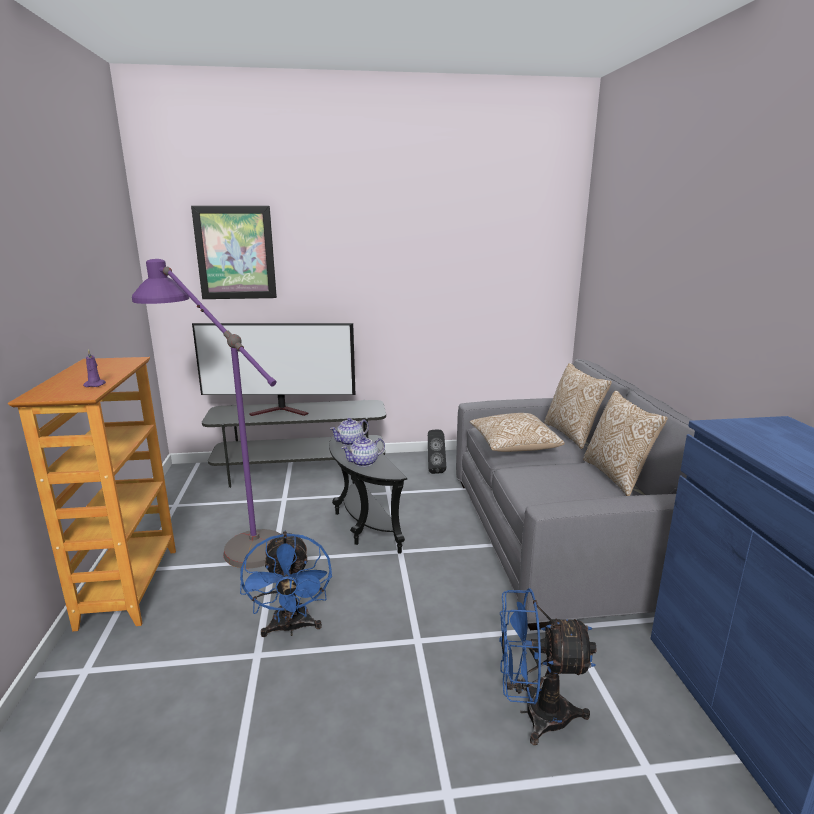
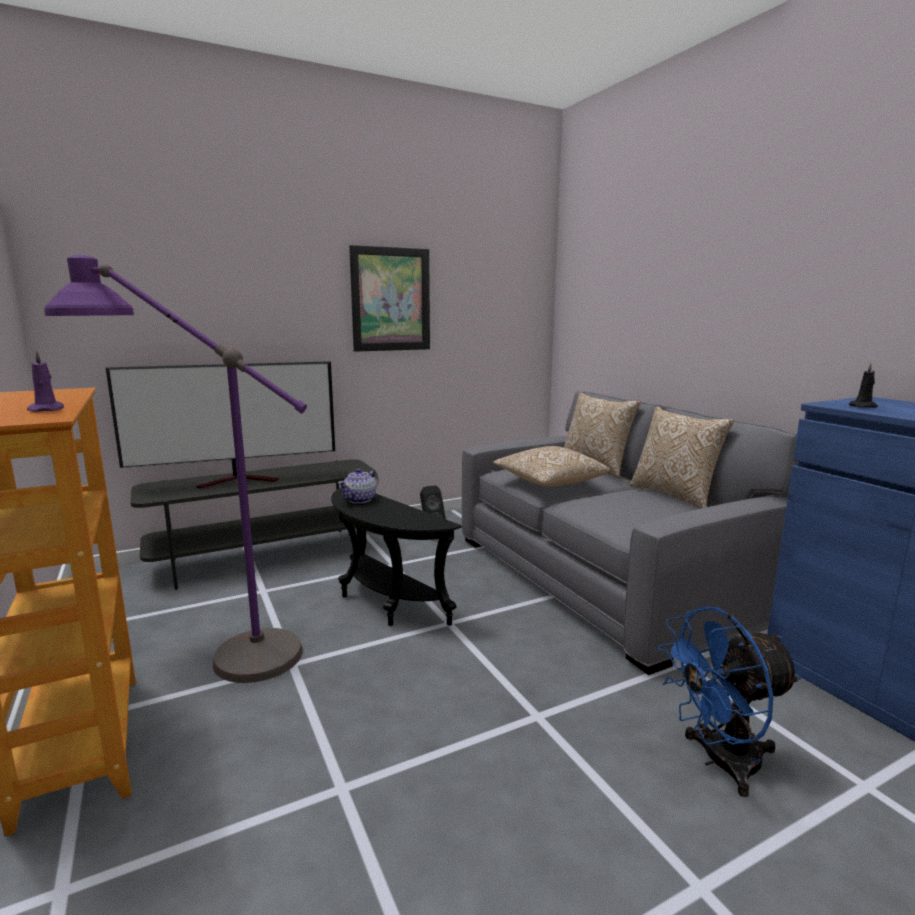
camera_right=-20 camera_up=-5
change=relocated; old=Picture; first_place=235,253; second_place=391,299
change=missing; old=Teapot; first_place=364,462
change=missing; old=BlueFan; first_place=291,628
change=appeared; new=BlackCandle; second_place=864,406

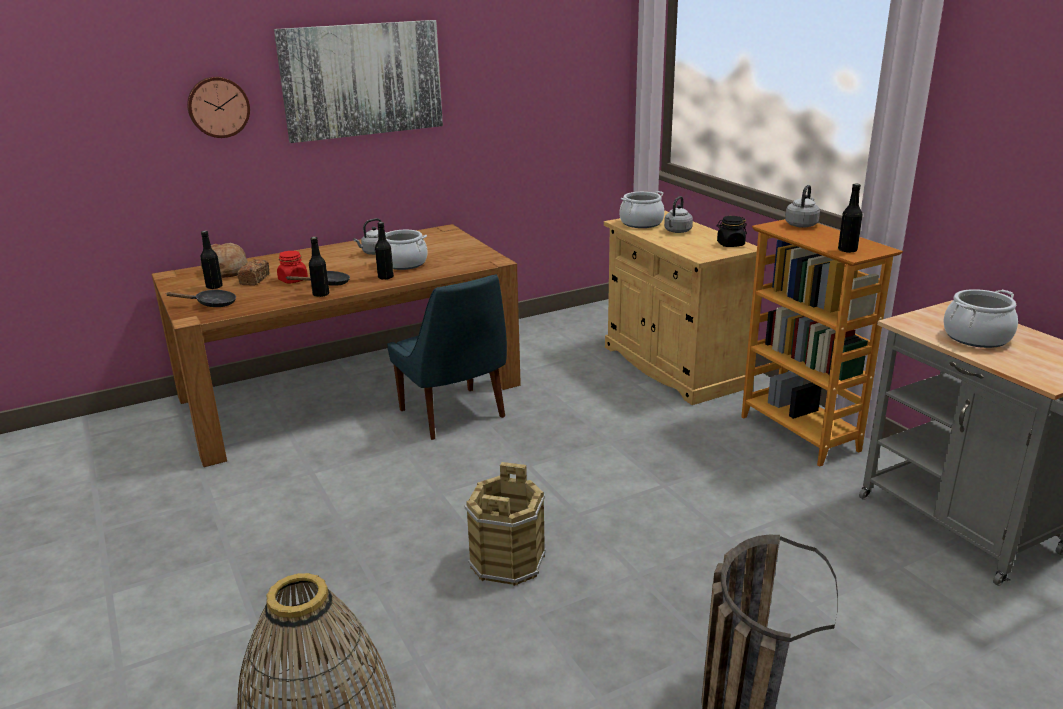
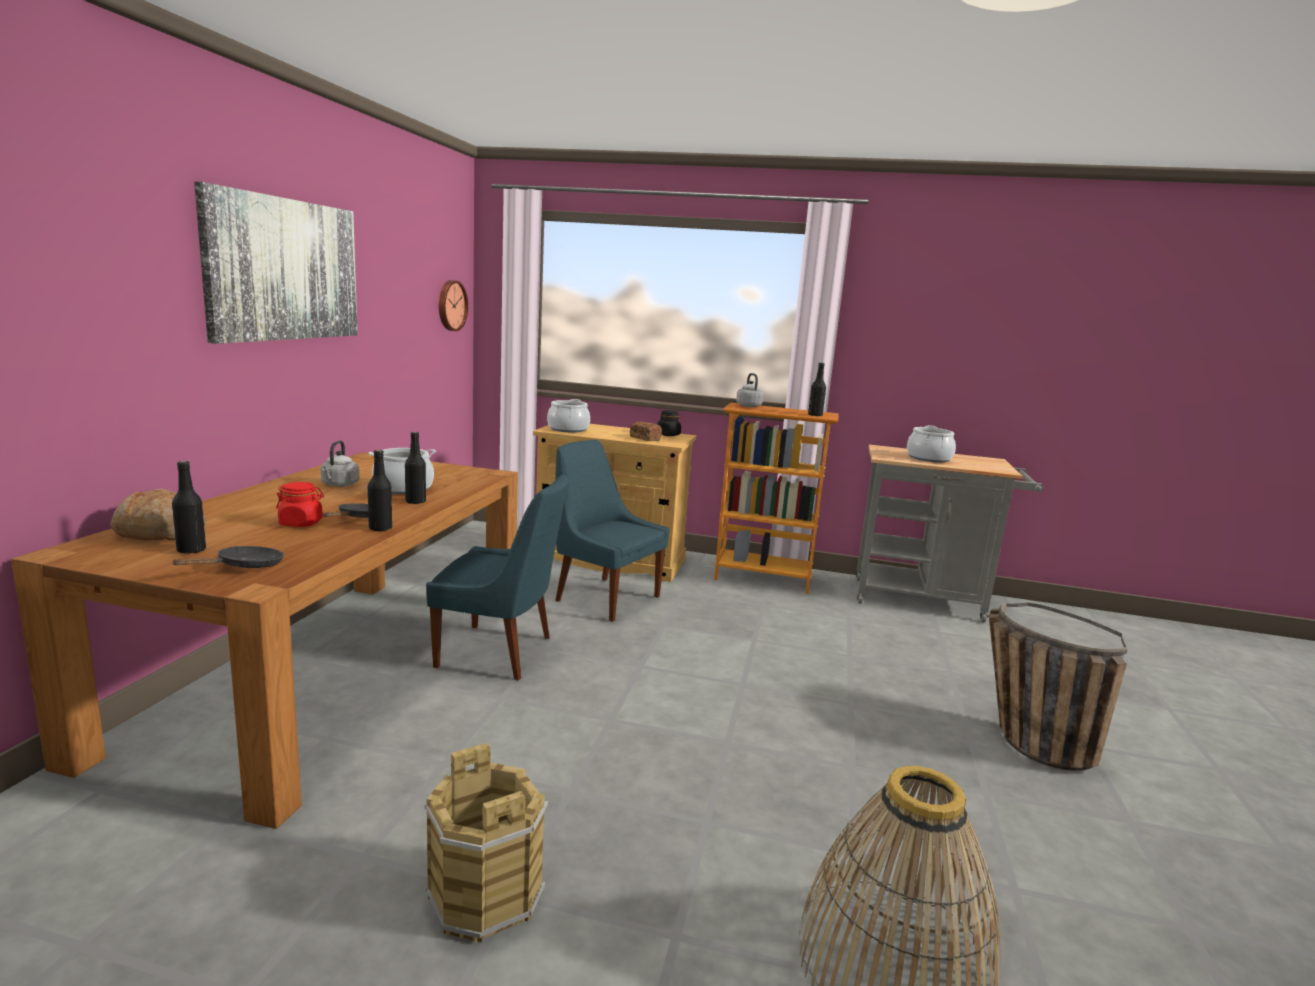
camera_right=-50 camera_up=-10
change=relocated; old=WallClock; first_place=218,107; second_place=450,305
change=missing; old=GreyKettle; first_place=677,231
change=relocated; old=Bread; first_place=254,279; second_place=645,438
change=relocated; old=BrownBucket; first_place=508,561; second_place=486,895
change=appeared; new=BlueChair; second_place=604,597

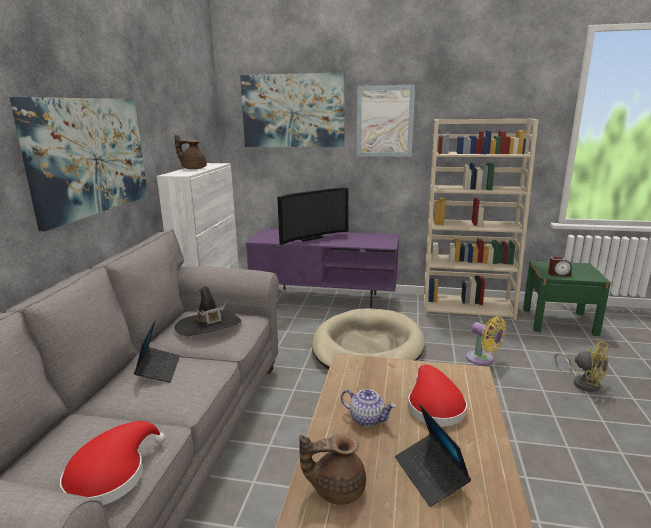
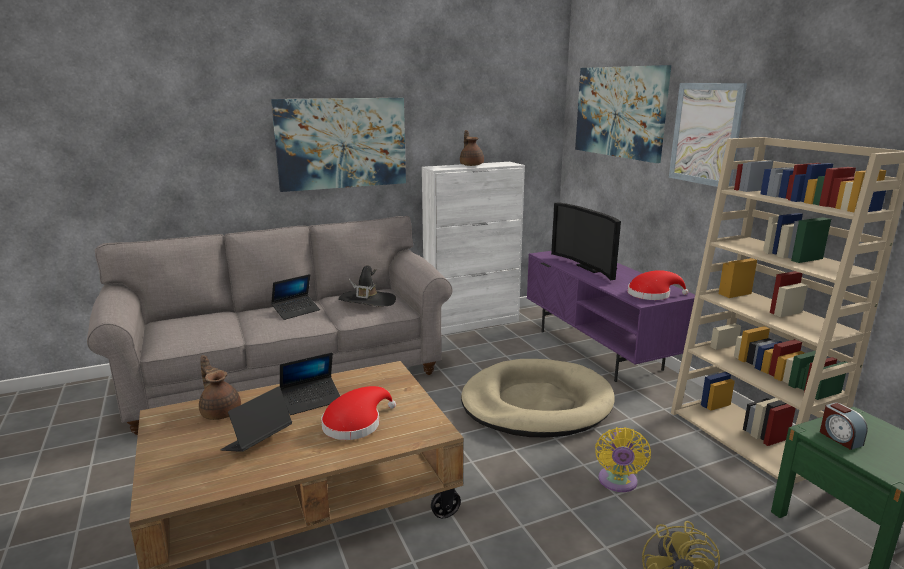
camera_right=55 camera_up=0
change=spun; old=Television; first_place=309,238; second_place=591,267; degrees=45
change=exchanged; old=Teapot; new=Laptop; first_place=367,419; second_place=311,400
change=relocated; old=RedHat; first_place=111,475; second_place=652,294

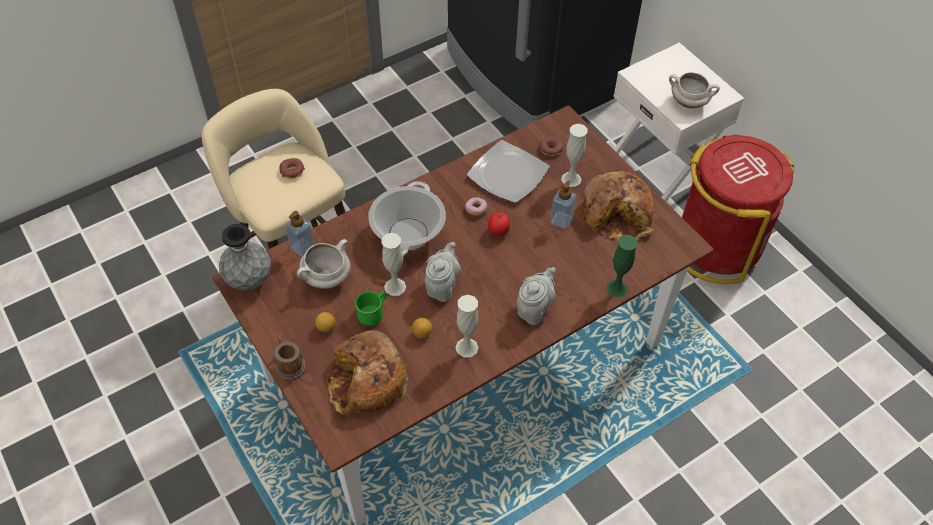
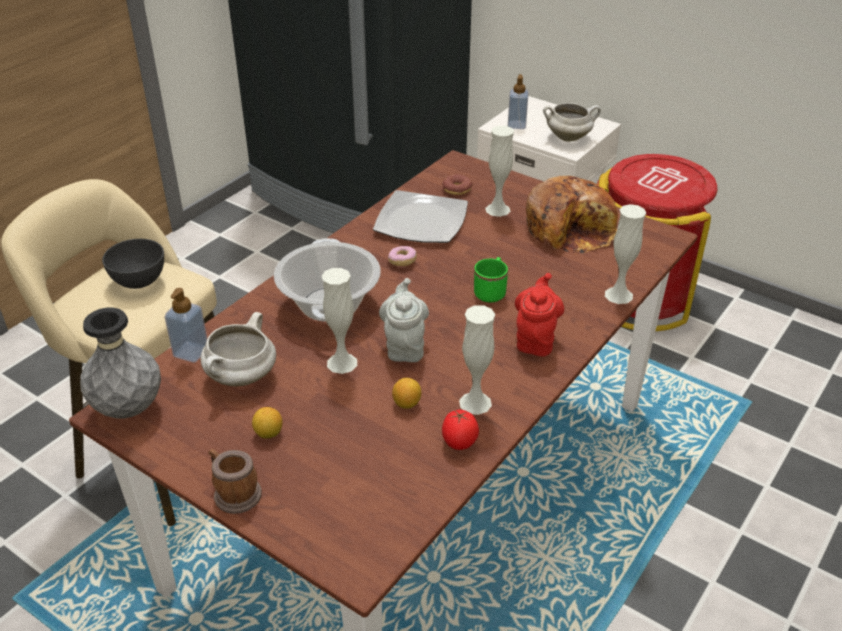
camera_right=-20 camera_up=-15
change=exchanged; old=Donut; new=GreyBowl; first_place=292,171; second_place=138,281
change=relocated; old=SoapDispenser; first_place=561,220; second_place=516,125
change=relocated; old=Tomato; first_place=498,231; second_place=459,443
change=colour; old=GreenVase; new=WhiteVase; first_place=616,288; second_place=618,295
change=colour; old=GreyTeapot; new=RedTeapot; first_place=534,309; second_place=535,340
change=relocated; old=GreenMug; first_place=373,314; second_place=491,291
change=missing; old=Bread; first_place=366,381

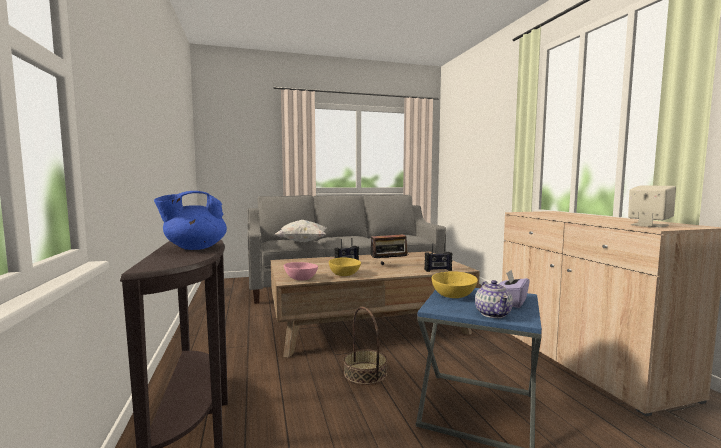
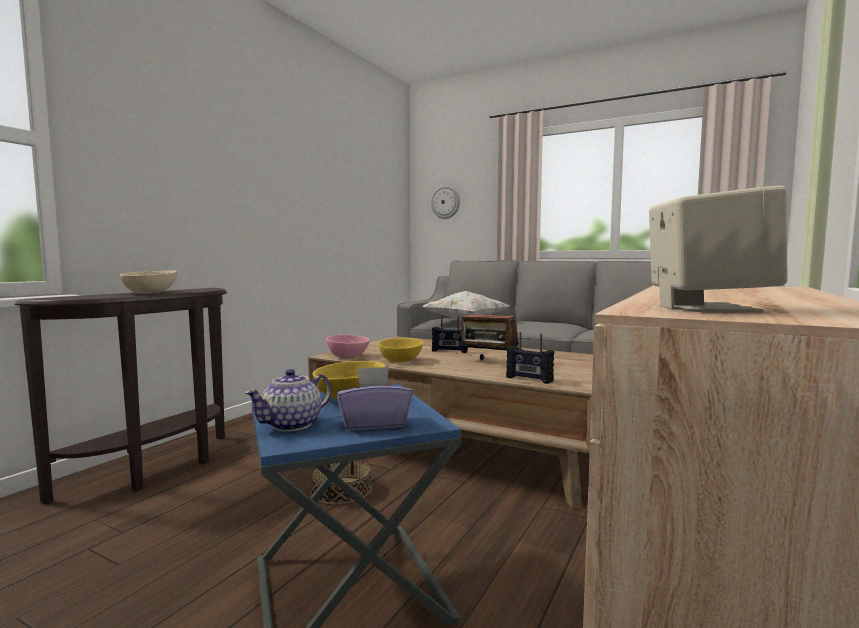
camera_right=45 camera_up=0
change=exchanged; old=BlueTeapot; new=BeigeBowl; first_place=195,248; second_place=150,293
change=appeared; new=WallClock; second_place=445,202

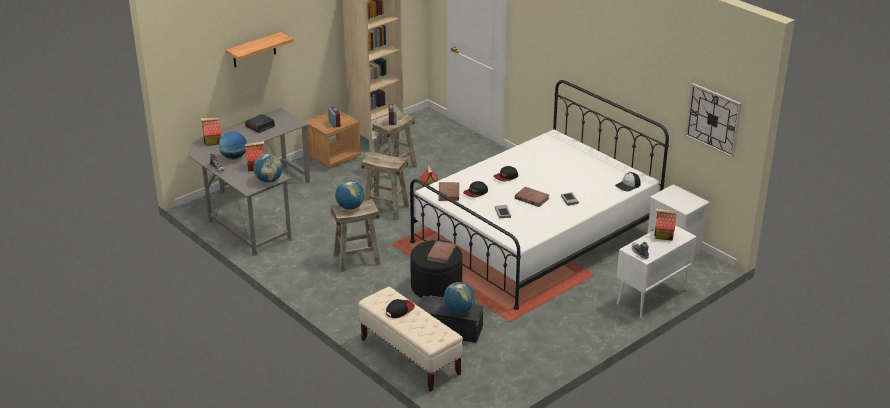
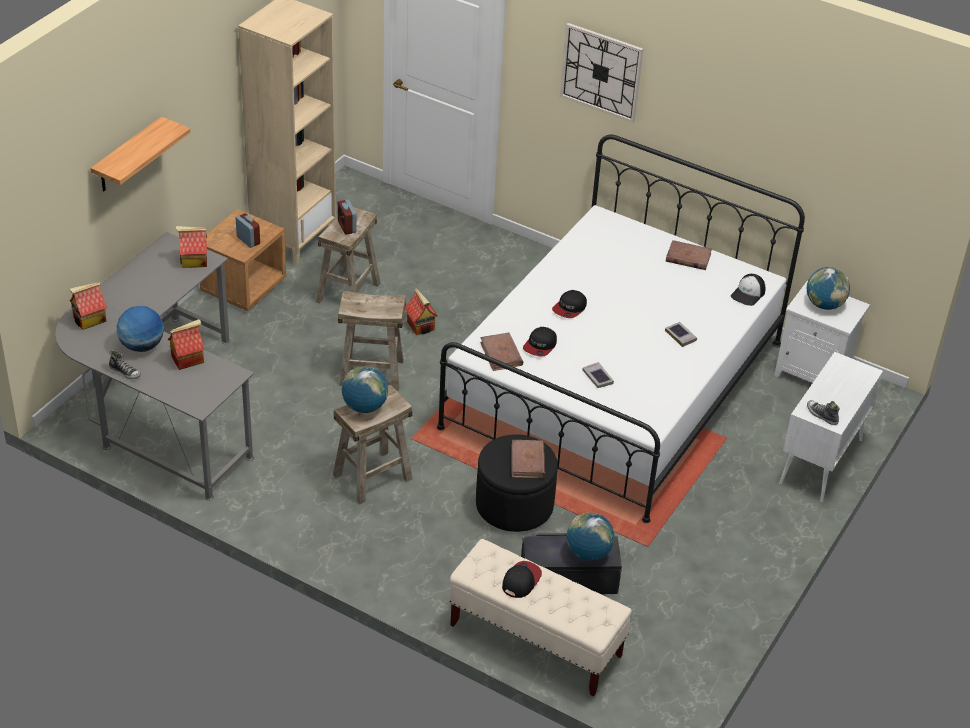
camera_right=-20 camera_up=10
change=relocated; old=WallClock; first_place=713,119; second_place=601,72
change=missing; old=AlarmClock; first_place=260,126
change=relocated; old=Globe; first_place=269,180; second_place=824,305
change=relocated; old=BrownBook; first_place=531,198; second_place=688,257
change=relocated; old=ToyHouse; first_place=663,235; second_place=193,261

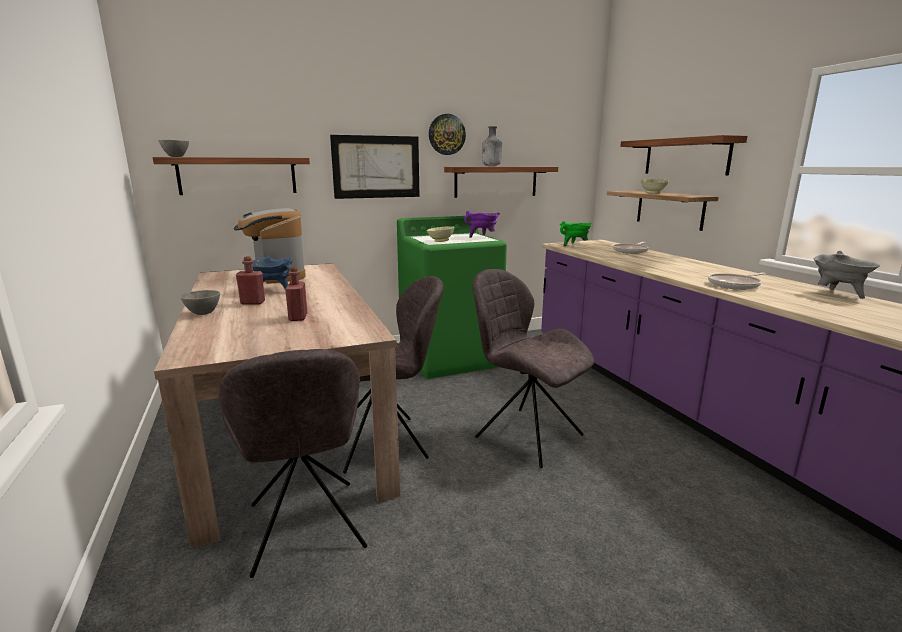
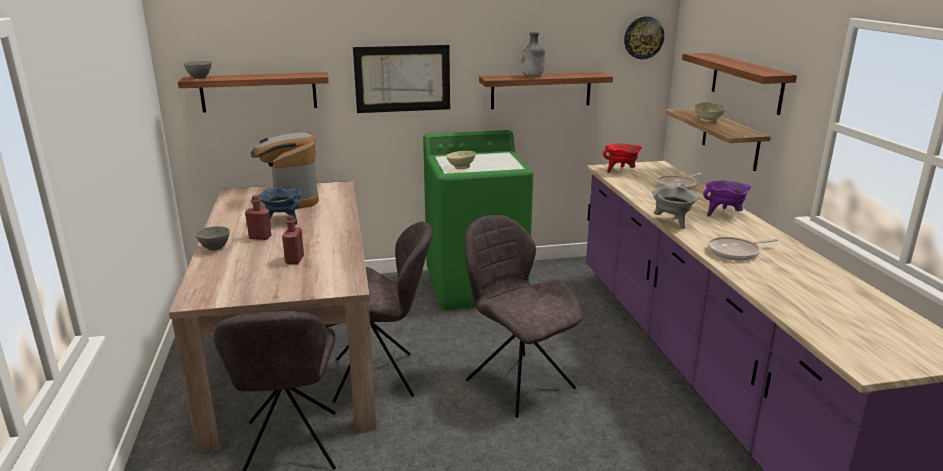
camera_right=10 camera_up=5
change=relocated; old=WallClock; first_place=446,134; second_place=643,37
change=relocated; old=PurpleCookingPot; first_place=482,236; second_place=724,214
change=colour; old=GreenCookingPot; new=RedCookingPot; first_place=574,245; second_place=621,171
change=relocated; old=GreyCookingPot; first_place=838,294; second_place=672,223

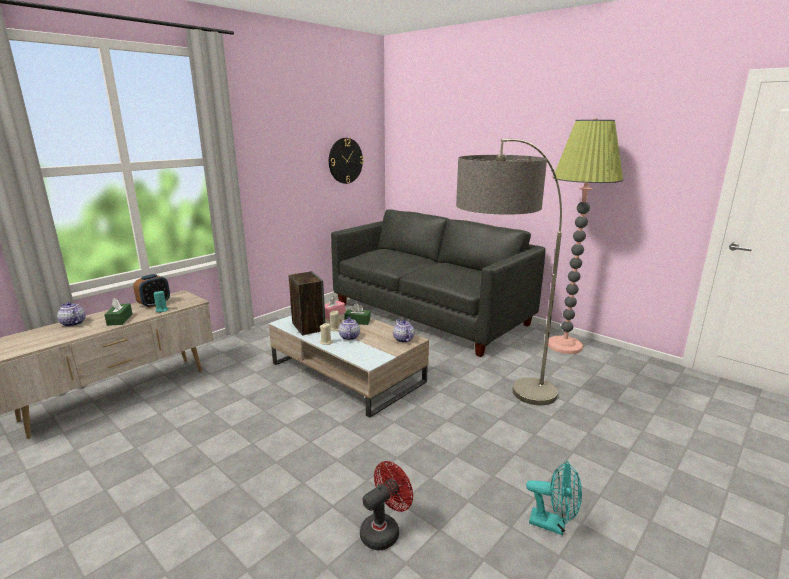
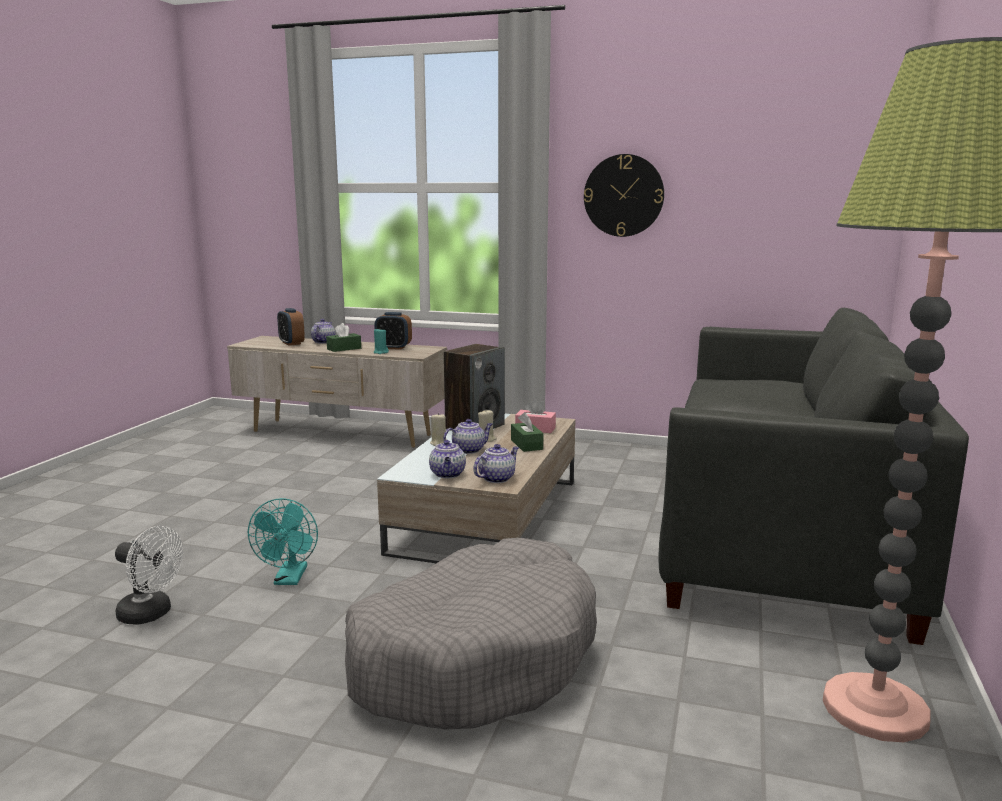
camera_right=65 camera_up=-5
change=relocated; old=WallClock; first_place=345,160; second_place=623,195
change=exchanged; old=FloorLamp; new=GreyDogBed; first_place=500,412; second_place=474,657
change=colour; old=RedFan; new=WhiteFan; first_place=384,530; second_place=151,614
change=relocated; old=TurquoiseFan; first_place=553,525; second_place=289,579
change=appeared; new=AlarmClock; second_place=291,343
change=appeared; new=Teapot; second_place=448,474

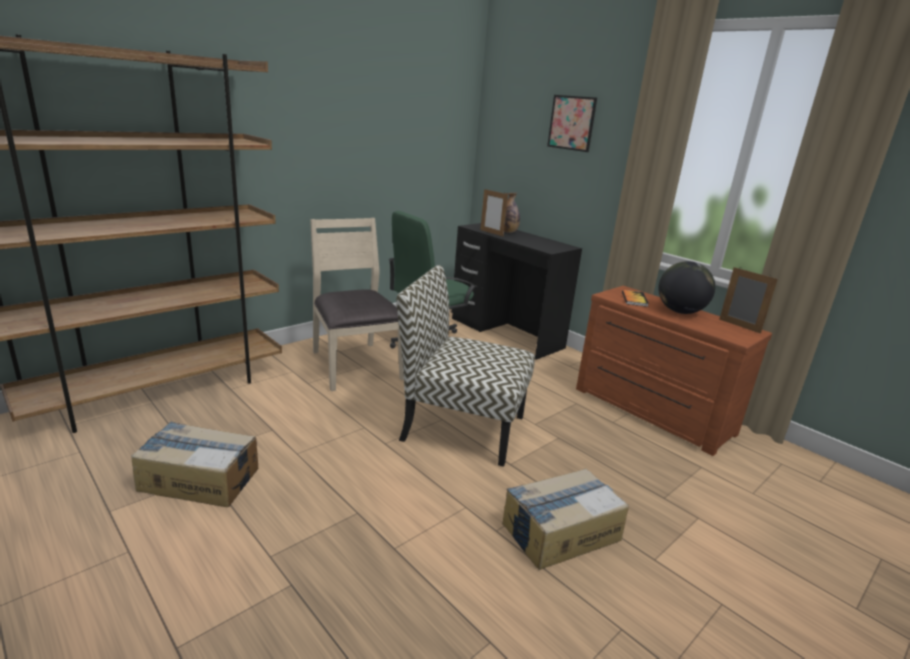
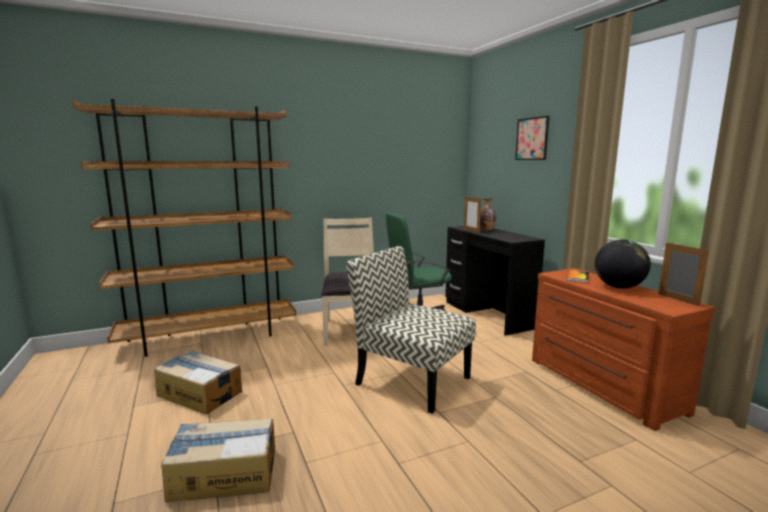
camera_right=20 camera_up=-10
change=relocated; old=CardboardBox; first_place=560,531; second_place=224,473

